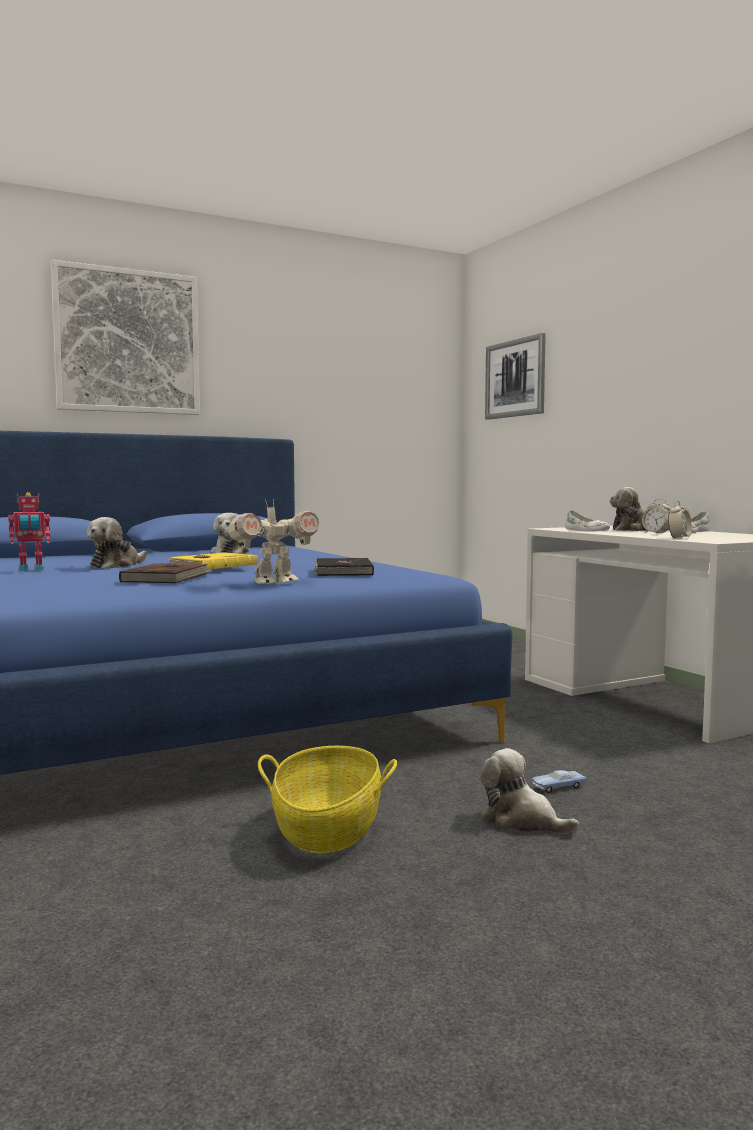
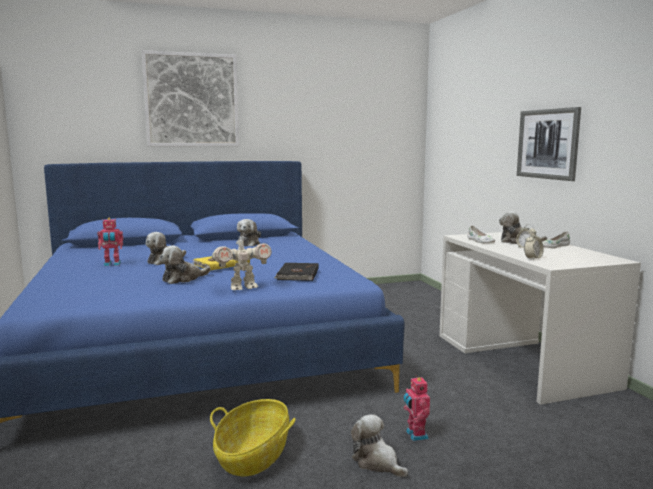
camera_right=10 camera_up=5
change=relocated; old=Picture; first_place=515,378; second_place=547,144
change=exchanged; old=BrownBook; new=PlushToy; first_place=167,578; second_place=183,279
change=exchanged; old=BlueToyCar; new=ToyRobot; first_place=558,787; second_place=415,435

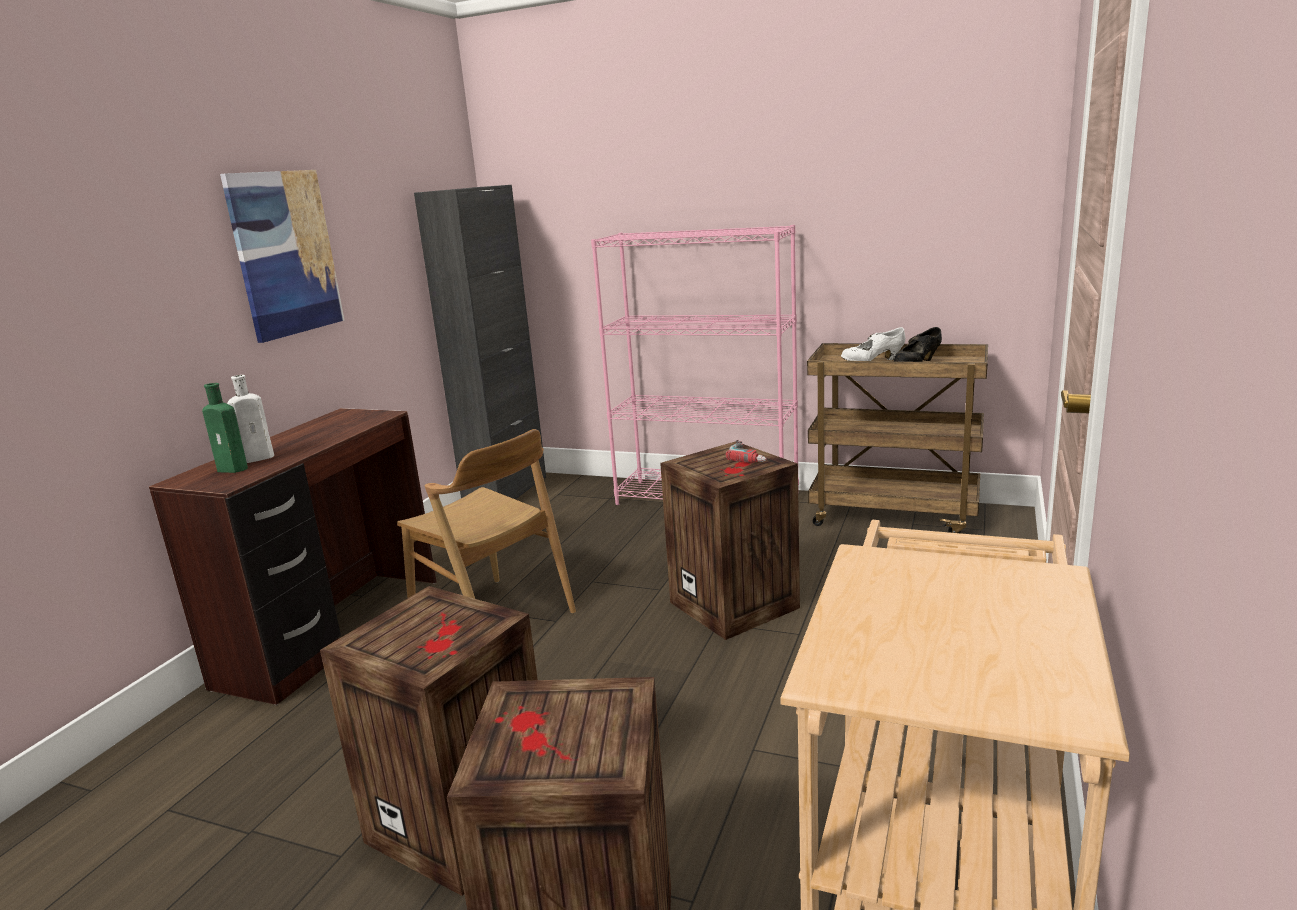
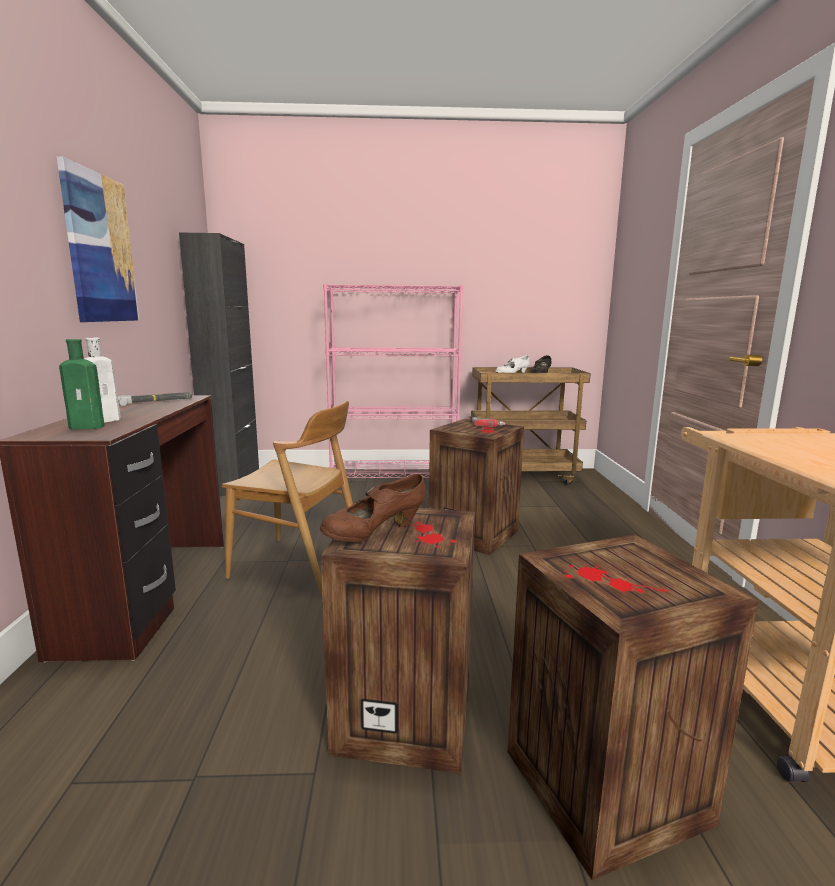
camera_right=-25 camera_up=-5
change=appeared; new=Hammer; second_place=156,401
change=appeared; new=BrownShoe; second_place=374,534

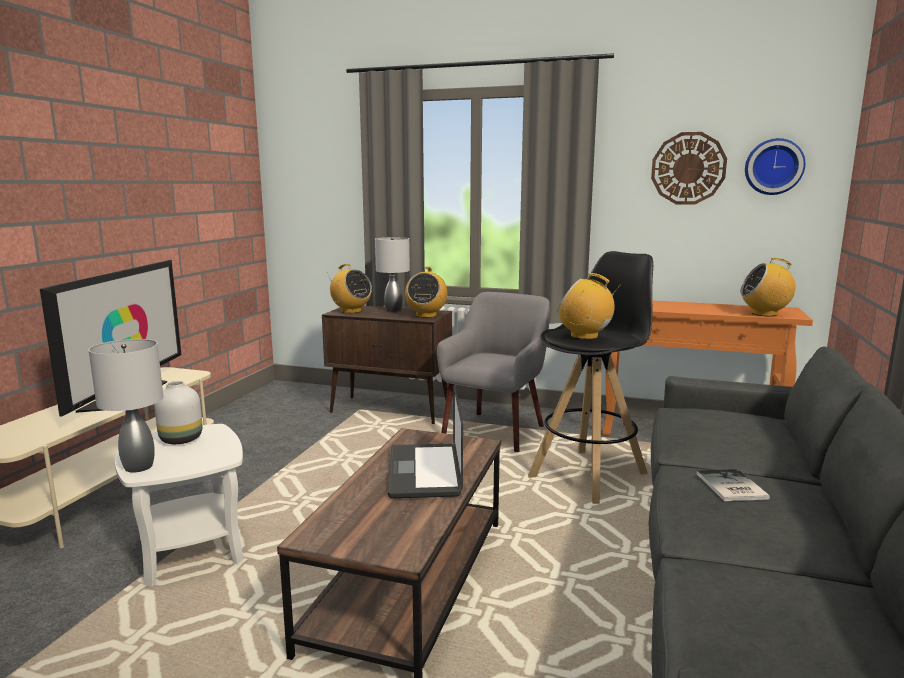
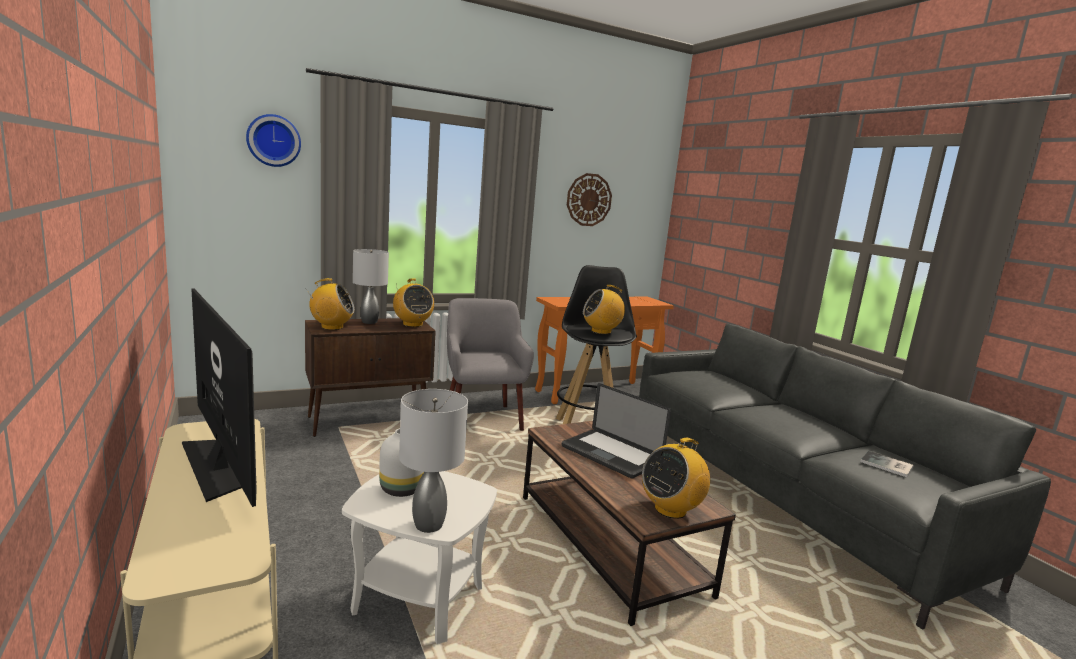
camera_right=-45 camera_up=0
change=relocated; old=WallClock; first_place=773,167; second_place=273,140
change=relocated; old=Radio; first_place=764,314; second_place=670,509
change=relocated; old=Book; first_place=730,487; second_place=887,465

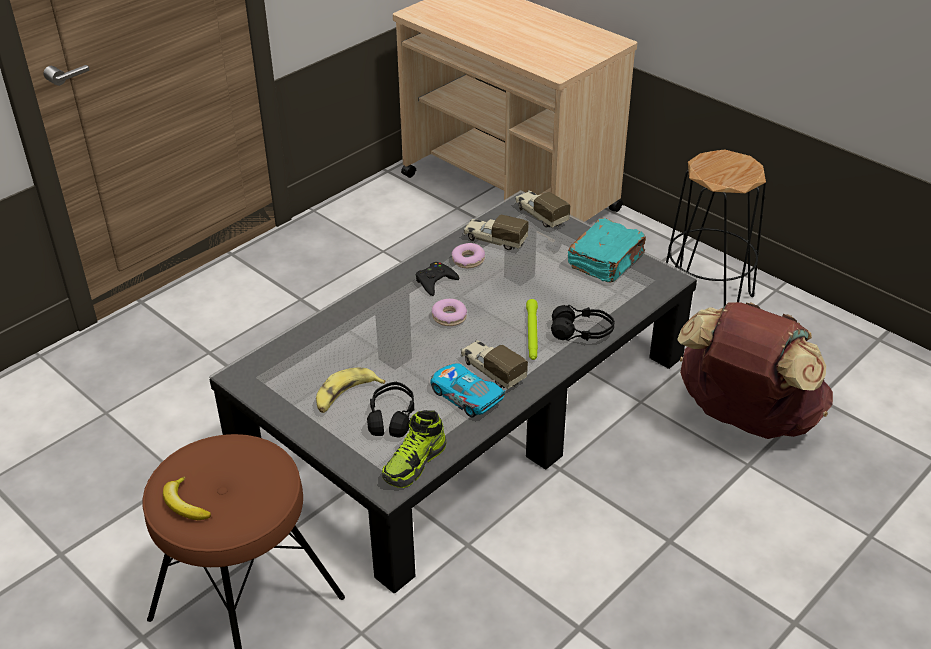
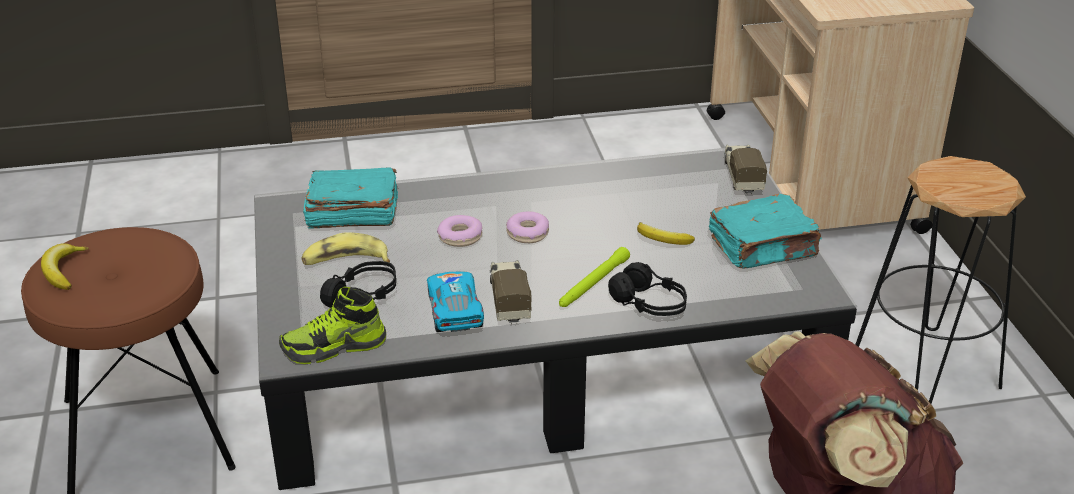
camera_right=35 camera_up=-5
change=missing; old=ToyTruck; first_place=494,240
change=relocated; old=Donut; first_place=468,260; second_place=460,237
change=missing; old=BlackGameController; first_place=435,282
change=appeared; new=TurquoiseBook; second_place=351,214
change=appeared; new=Banana; second_place=662,240

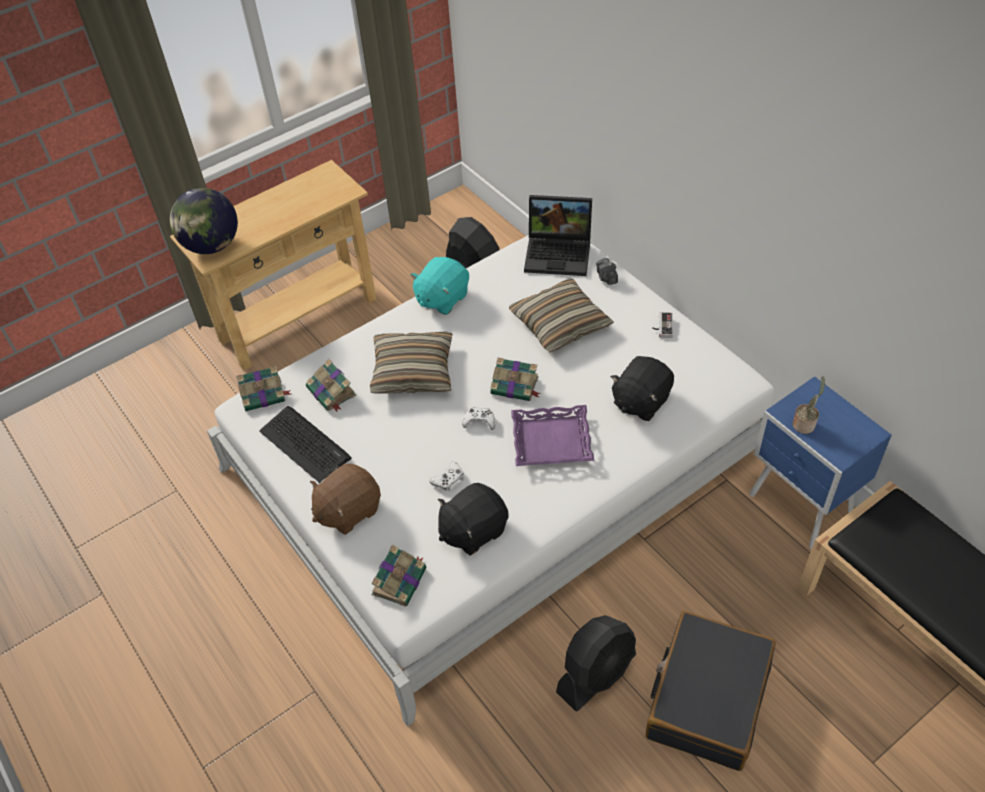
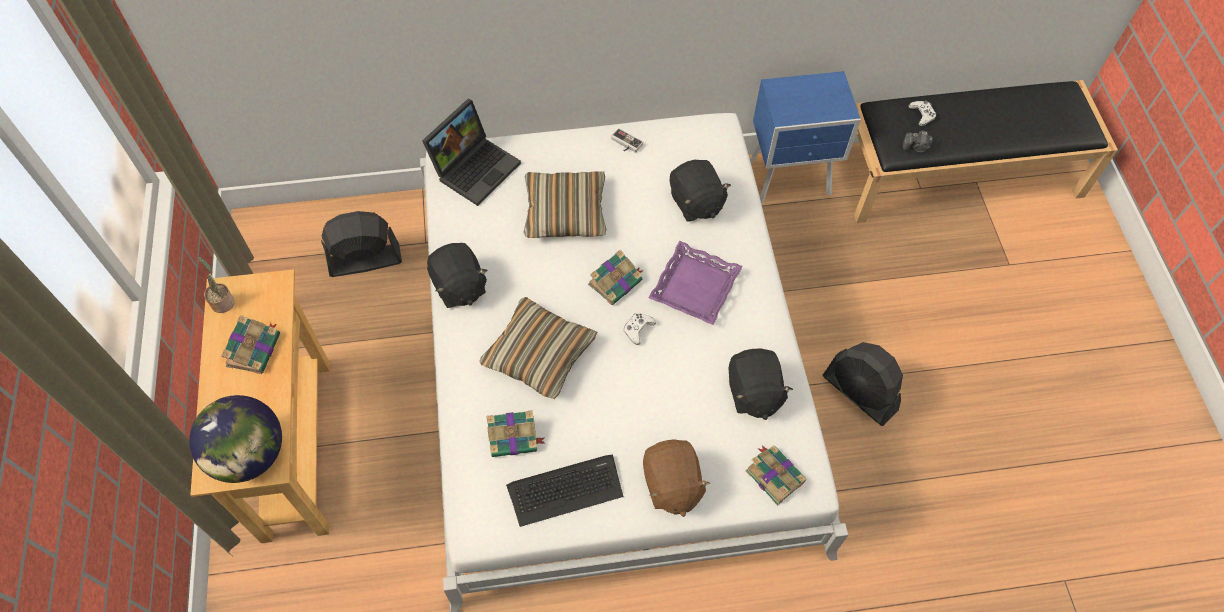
camera_right=-65 camera_up=10
change=colour; old=TurquoisePlushToy; new=BlackPlushToy; first_place=442,298; second_place=459,287
change=relocated; old=PhotoCamera; first_place=606,277; second_place=916,147
change=relocated; old=Book; first_place=264,395; second_place=254,349
change=relocated; old=PottedPlant; first_place=804,424; second_place=222,301
change=relocated; old=WhiteGameController; first_place=448,479; second_place=922,115
change=missing; old=BlackSuitcase; first_place=707,698
change=spun; old=BlackFan; first_place=596,673; second_place=859,393; degrees=150

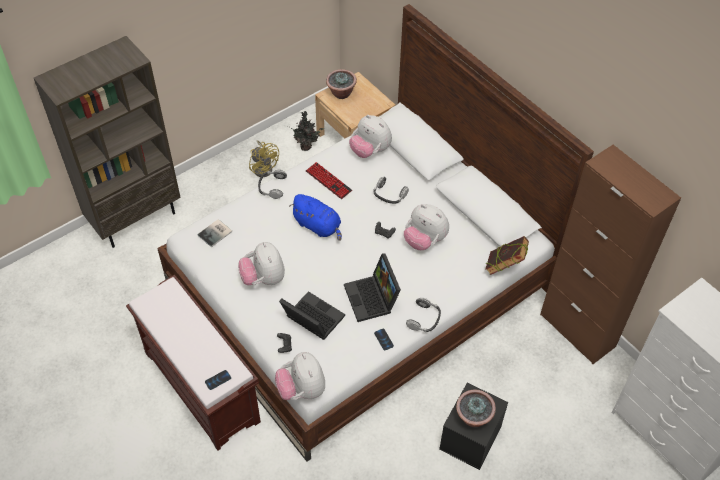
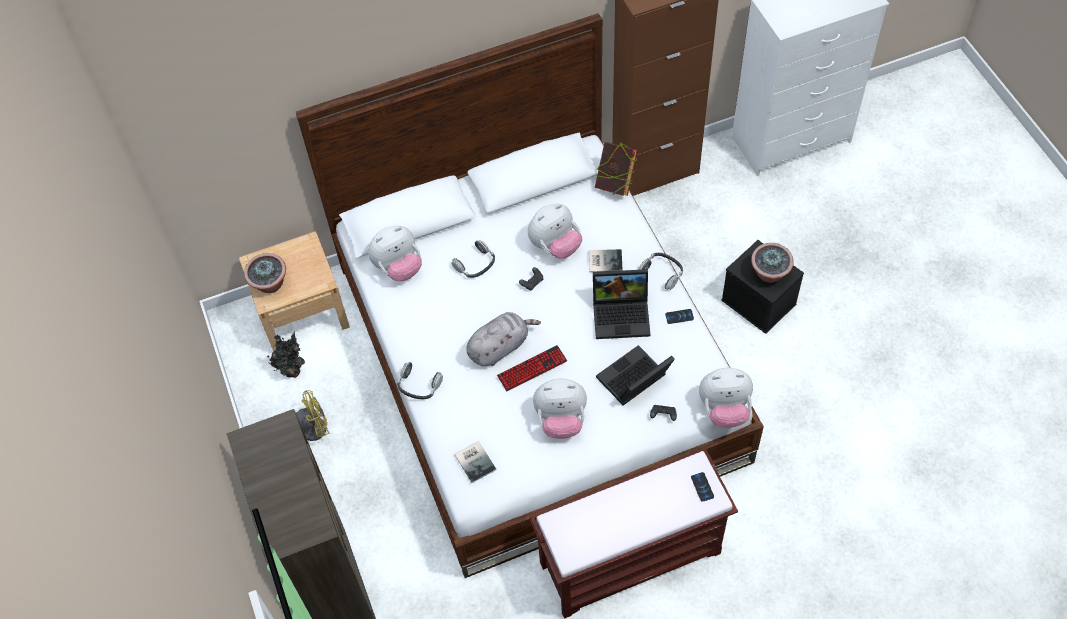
camera_right=-70 camera_up=5
change=relocated; old=Keyboard; first_place=328,181; second_place=532,369
change=colour; old=BluePlushToy; new=GreyPlushToy; first_place=318,226; second_place=500,347
change=appeared; new=Book; second_place=604,260

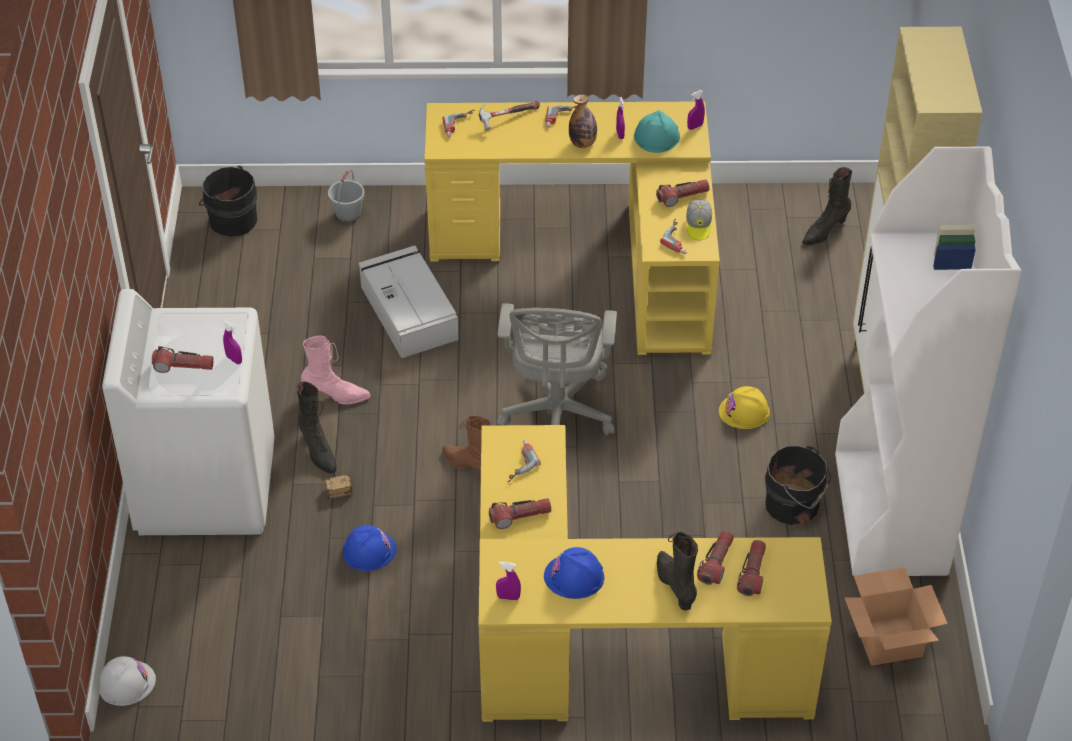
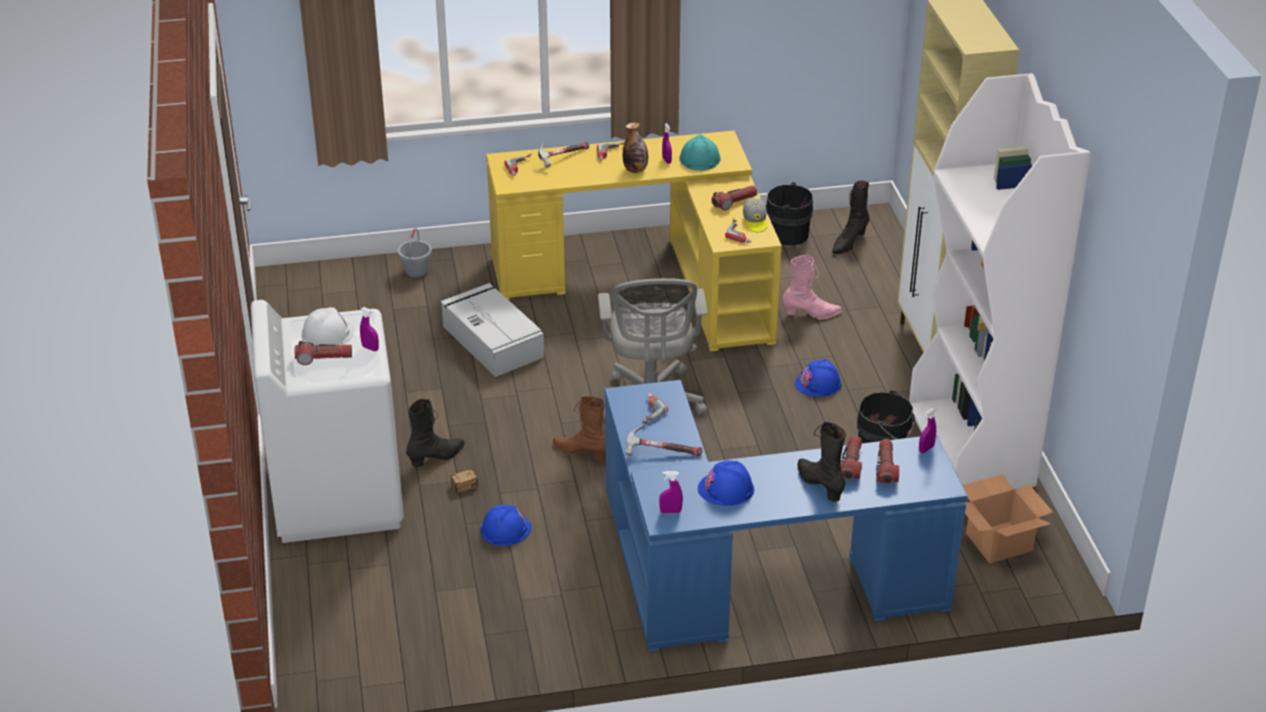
camera_right=-10 camera_up=-10
change=relocated; old=PurpleSprayBottle; first_place=695,126; second_place=926,449
change=relocated; old=BlackBucket; first_place=231,220; second_place=785,233
change=relocated; old=PinkBoot; first_place=336,396; second_place=811,314
change=spun; old=BlackBoot; first_place=318,452; second_place=437,457; degrees=-90
change=colour; old=YellowHardHat; new=BlueHardHat; first_place=744,412; second_place=818,384
change=colour; old=YellowDesk; new=BlueDesk; first_place=608,646; second_place=748,578
change=exchanged; old=Flashlight; new=Hammer; first_place=520,516; second_place=660,452
change=relocated; old=WhiteHardHat; first_place=126,683; second_place=327,334

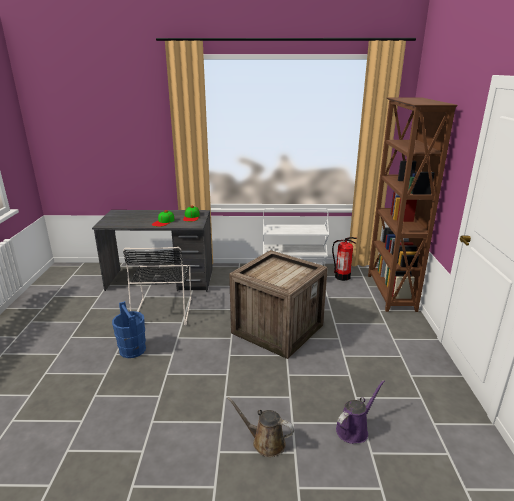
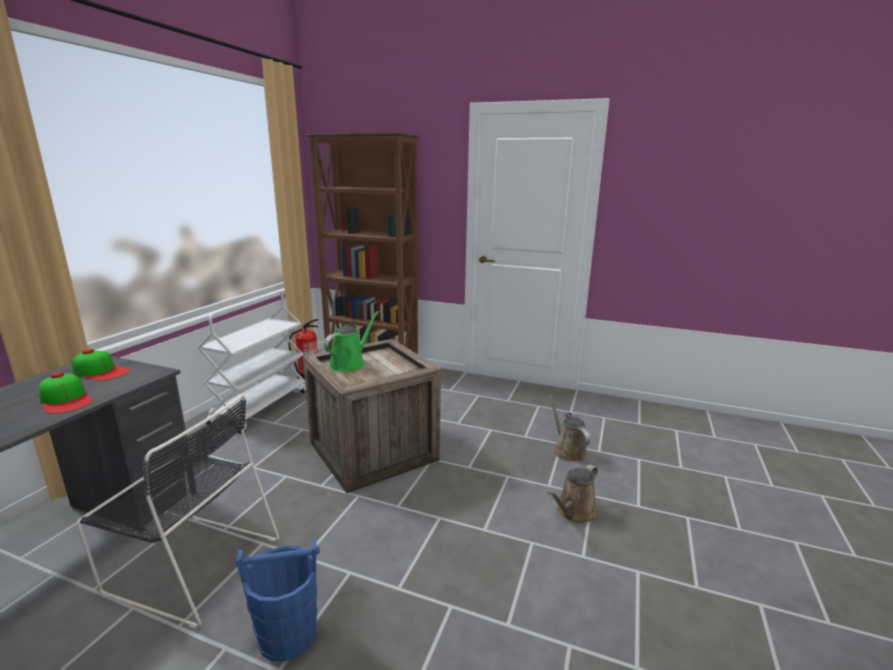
camera_right=-70 camera_up=-5
change=colour; old=PurpleWateringCan; new=BrownWateringCan; first_place=354,429; second_place=568,450
change=appeared; new=GreenWateringCan; second_place=349,364

